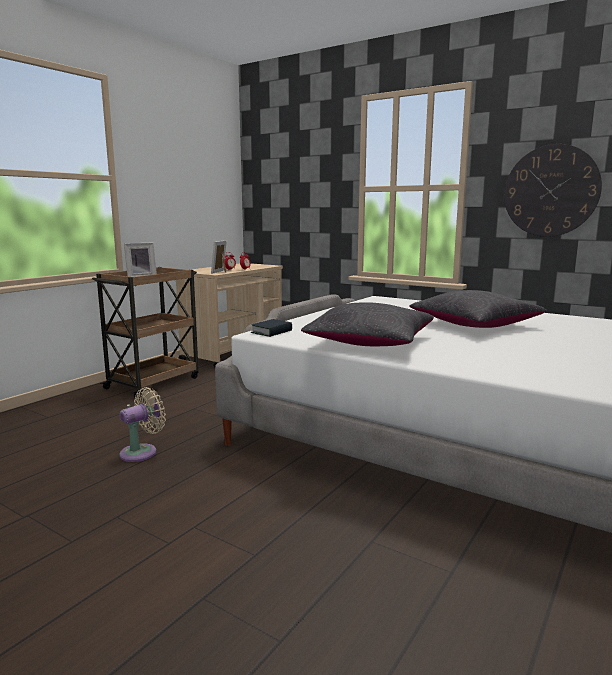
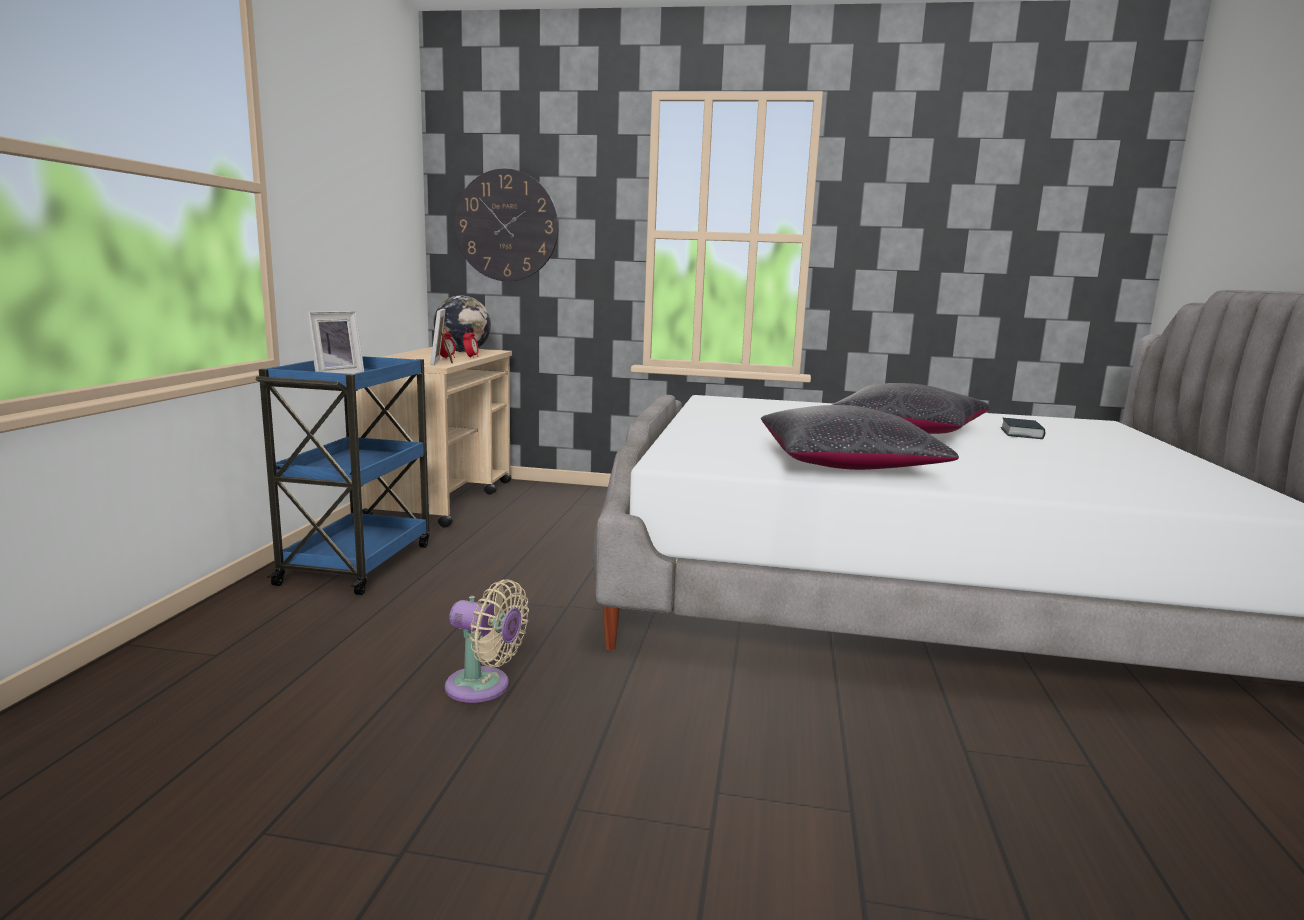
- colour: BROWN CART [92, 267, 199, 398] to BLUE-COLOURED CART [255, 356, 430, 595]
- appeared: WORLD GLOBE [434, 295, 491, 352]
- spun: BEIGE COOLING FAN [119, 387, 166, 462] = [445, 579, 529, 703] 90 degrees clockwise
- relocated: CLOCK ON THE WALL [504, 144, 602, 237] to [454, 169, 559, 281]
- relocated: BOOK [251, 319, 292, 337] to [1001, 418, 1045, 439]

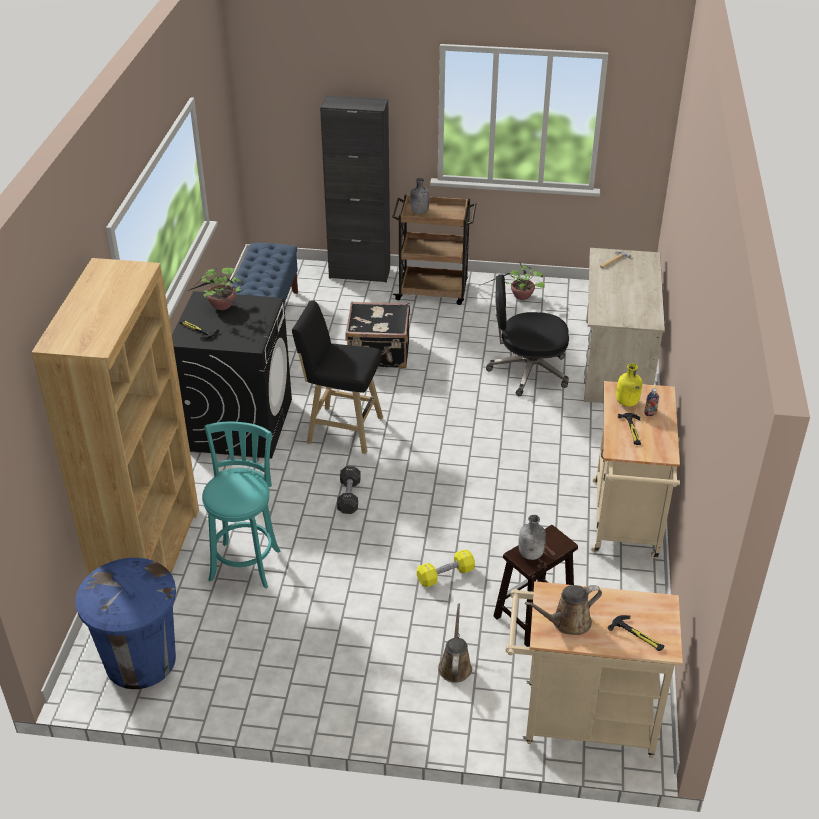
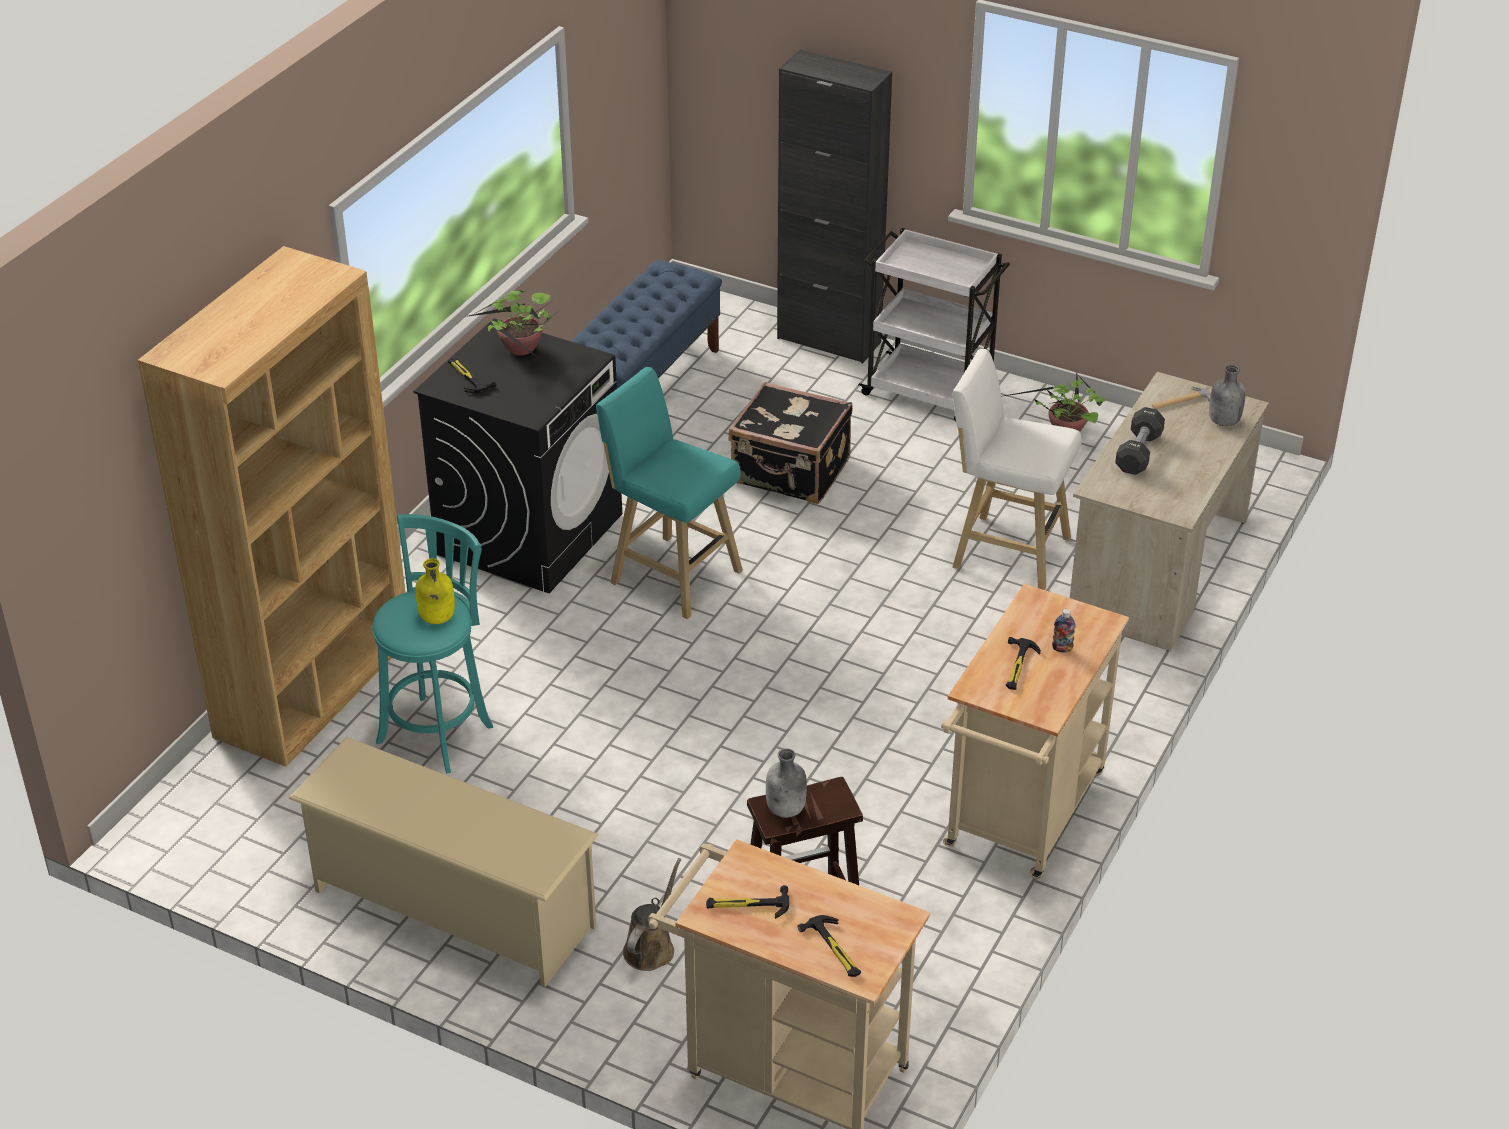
- appeared: BEIGE SHOE SHELF [289, 737, 599, 987]
- relocated: YELLOW-COLOURED BEVERAGE BOTTLE [616, 363, 642, 407] to [415, 558, 455, 624]
- colour: BLACK-COLOURED SITTING STOOL [292, 300, 383, 454] to TURQUOISE-COLOURED SITTING STOOL [596, 367, 743, 619]
- exchanged: BROWN WATERING CAN [525, 585, 602, 635] to TOOL HAMMER [706, 885, 789, 919]
- colour: BROWN CART [392, 195, 476, 305] to WHITE-COLOURED CART [858, 228, 1010, 421]
- exchanged: BLACK-COLOURED DESK CHAIR [486, 274, 569, 396] to WHITE-COLOURED SITTING STOOL [952, 349, 1082, 590]
- relocated: BLACK-COLOURED FREE WEIGHT [337, 466, 361, 514] to [1115, 407, 1165, 475]
- relocated: GREY BEVERAGE BOTTLE [410, 178, 429, 214] to [1209, 365, 1246, 426]
- missing: BLUE-COLOURED TRASH CAN [75, 558, 176, 689]
- missing: YELLOW-COLOURED FREE WEIGHT [417, 549, 475, 587]

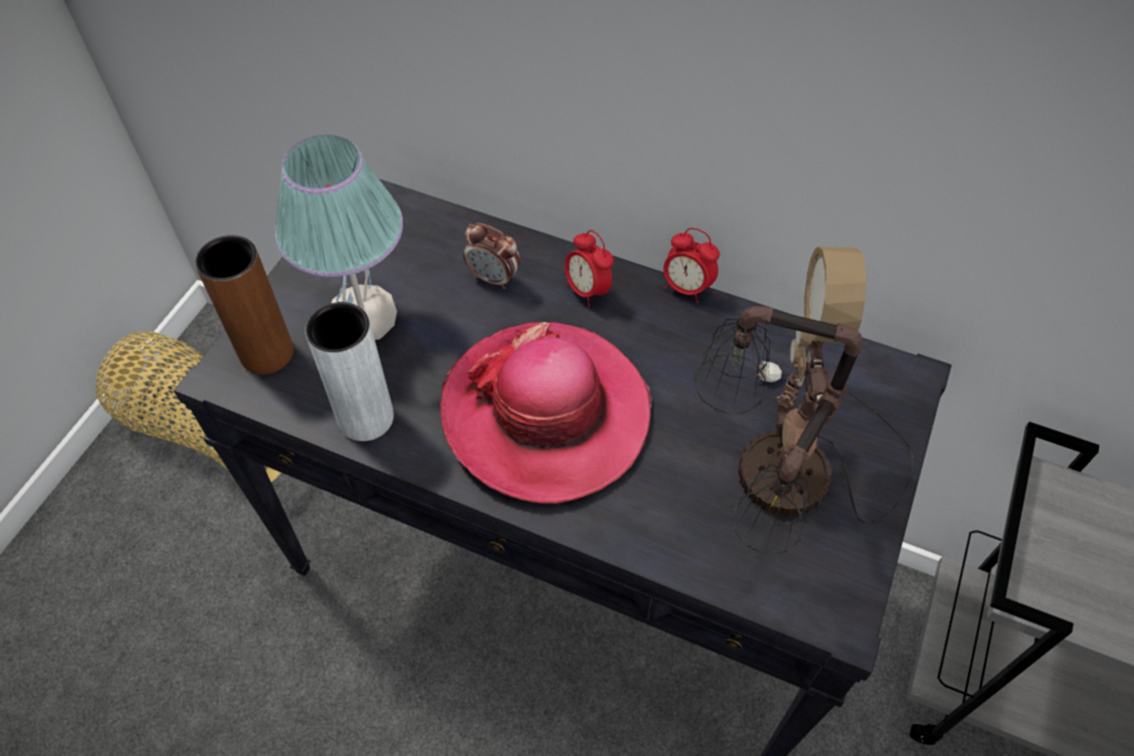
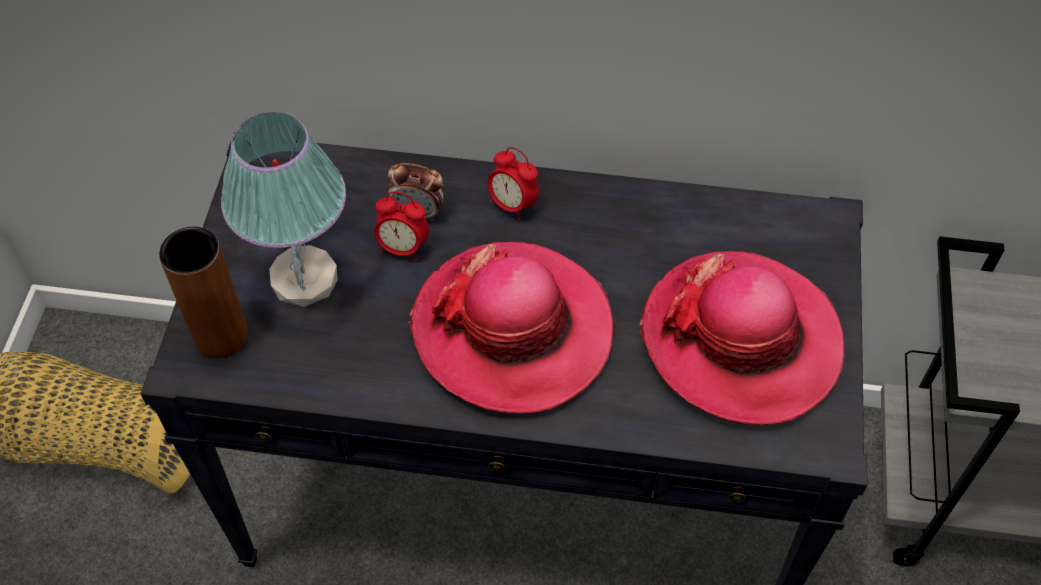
- relocated: ALARM CLOCK [664, 228, 720, 303] to [374, 192, 429, 261]
- exchanged: TABLE LAMP [694, 246, 913, 554] to WEARABLE HAT [639, 251, 844, 425]
- missing: GREY DECORATIVE VASE [305, 302, 394, 441]

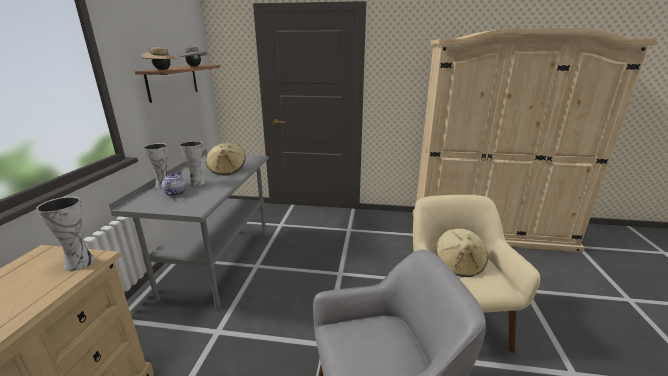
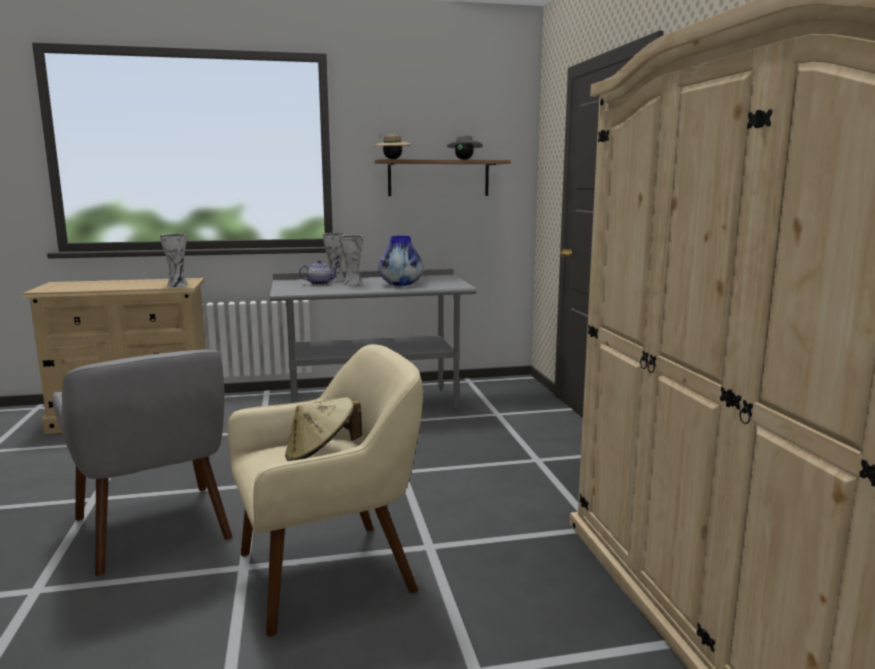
- exchanged: BEIGE WEARABLE HAT [205, 143, 246, 175] to DECORATIVE VASE [378, 236, 424, 286]

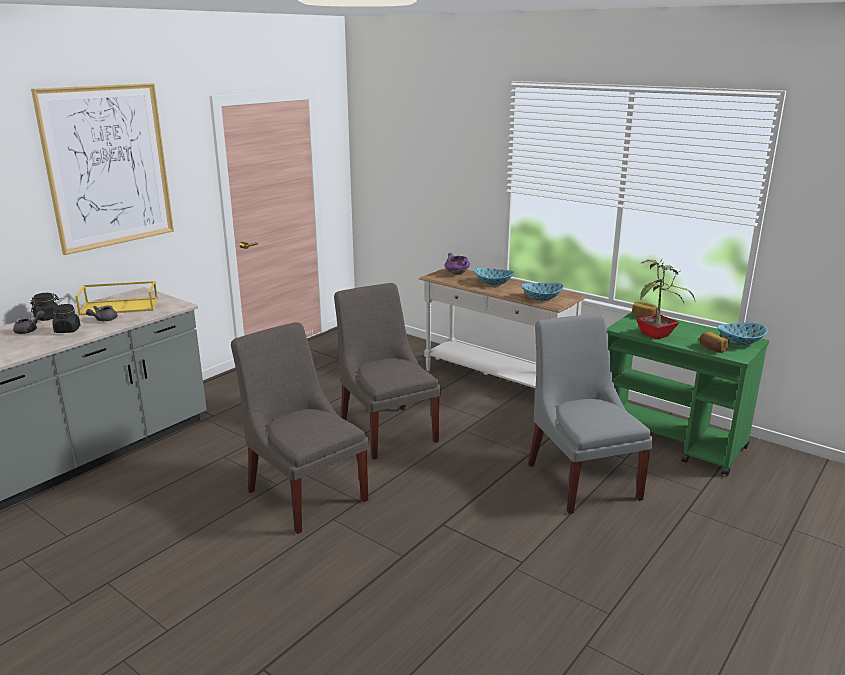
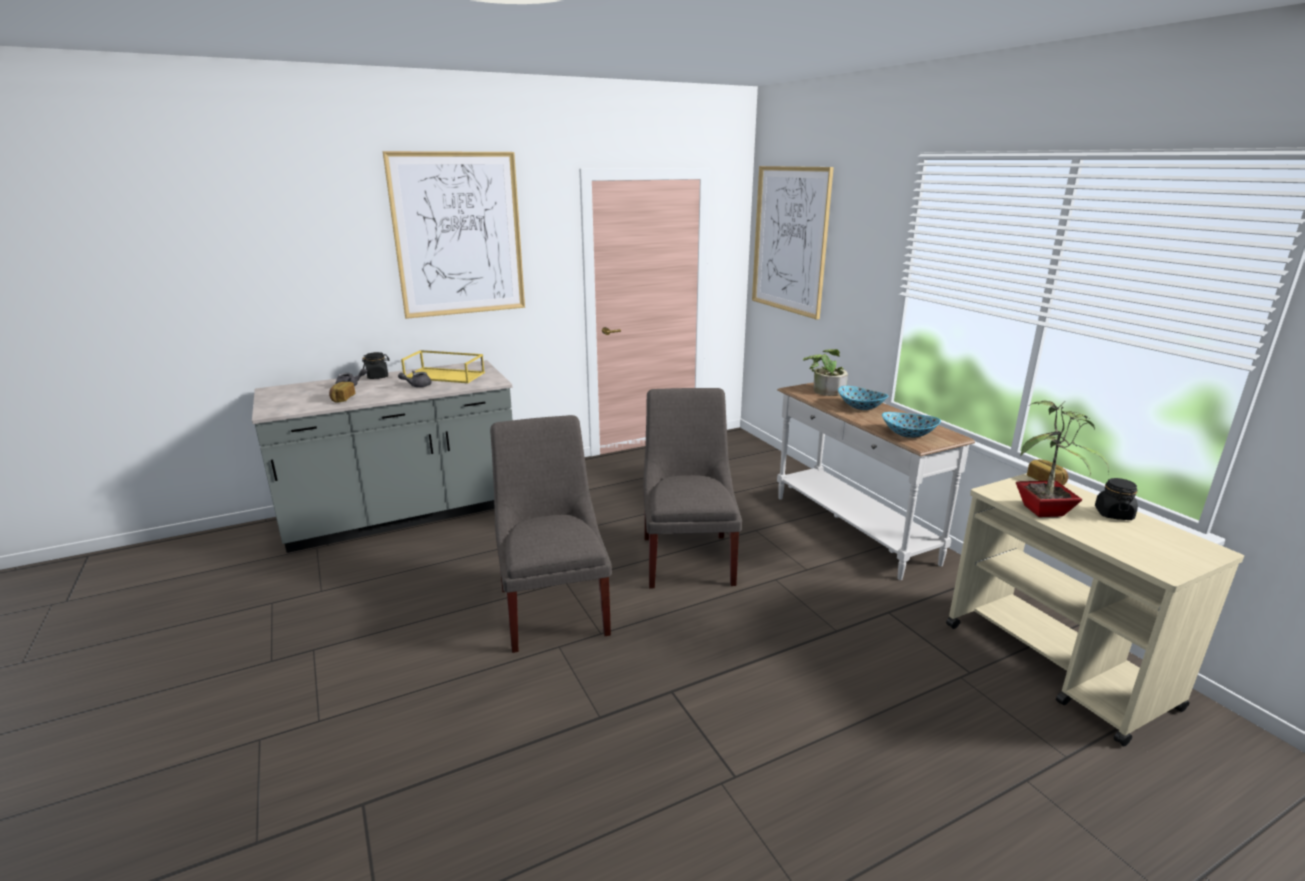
- relocated: BAKERY BREAD [699, 332, 729, 353] to [329, 382, 355, 403]
- appeared: WALL PICTURE [752, 166, 834, 320]
- exchanged: PURPLE COOKING POT [445, 253, 470, 275] to PLANT IN A POT [803, 349, 848, 396]
- colour: GREEN CART [607, 312, 769, 476] to BEIGE CART [946, 473, 1244, 747]
- relocated: BLACK-COLOURED PRESERVE JAR [52, 304, 80, 333] to [1095, 478, 1138, 520]
- missing: GREY PLAIN CHAIR [528, 314, 653, 514]
- missing: SERVING BOWL [717, 323, 767, 345]

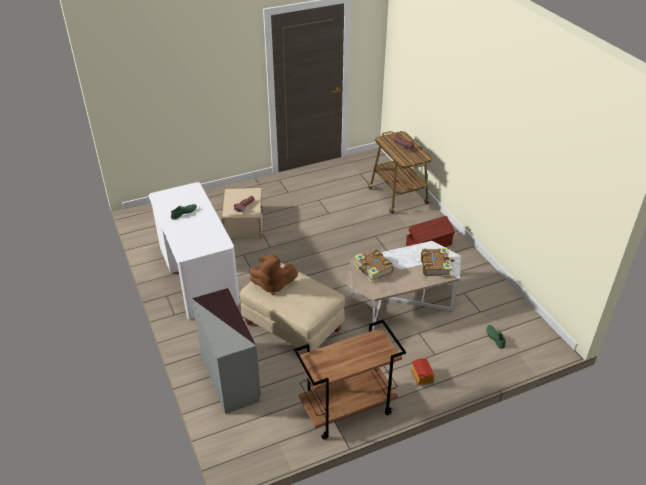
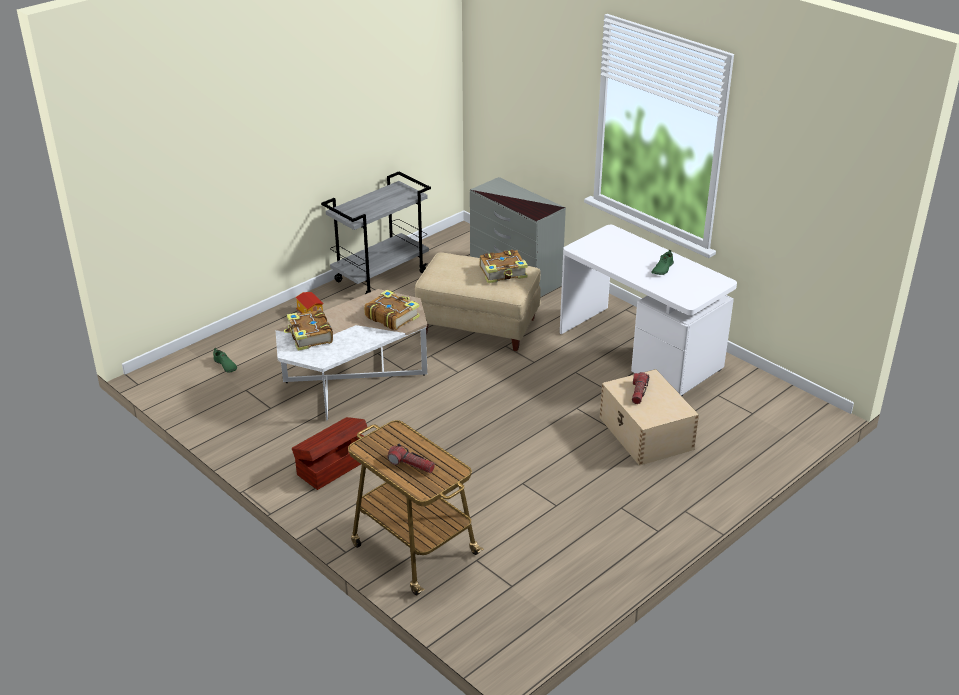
- colour: BROWN CART [294, 320, 406, 439] to GREY CART [321, 171, 431, 294]
- exchanged: BROWN SOFT TOY [249, 254, 298, 295] to BOOK [480, 250, 528, 283]

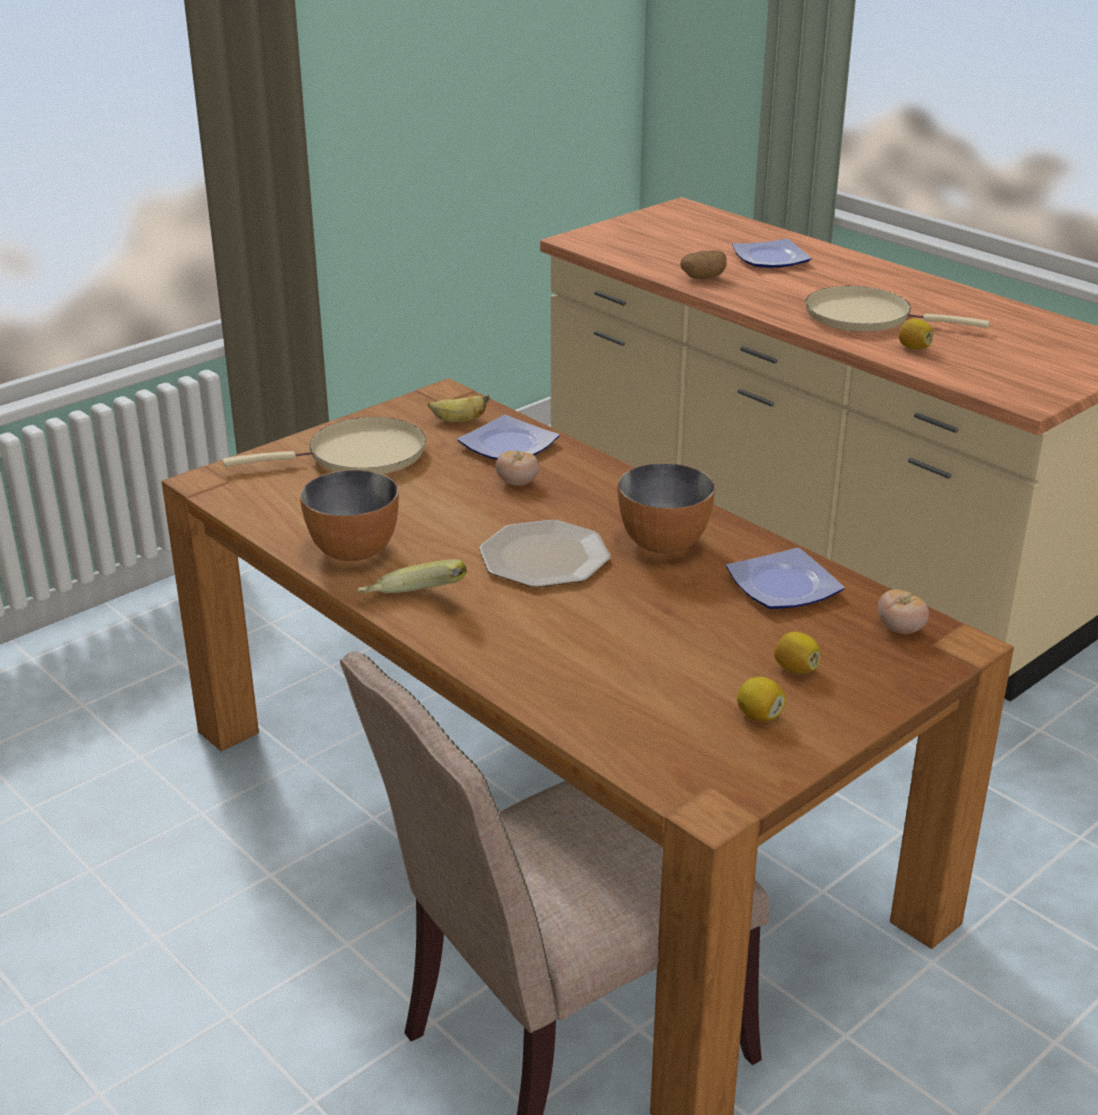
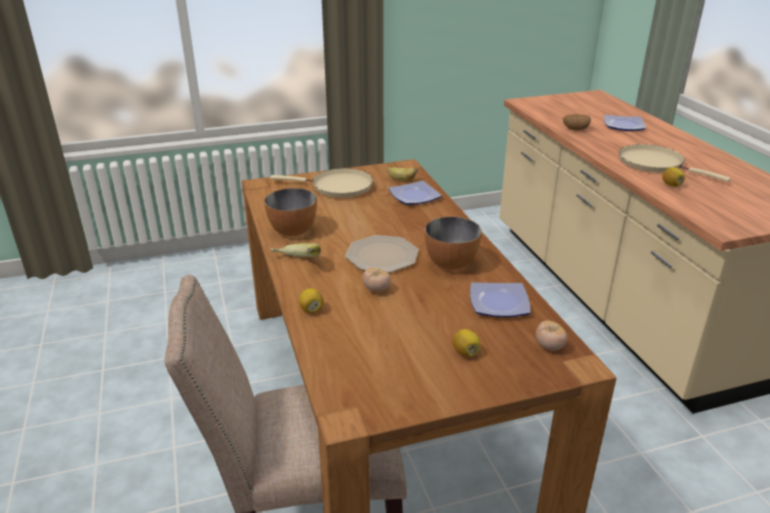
- relocated: CITRUS FRUIT [737, 677, 786, 722] to [299, 288, 324, 313]
- relocated: FRESH TOMATO [496, 450, 539, 486] to [362, 268, 391, 292]

